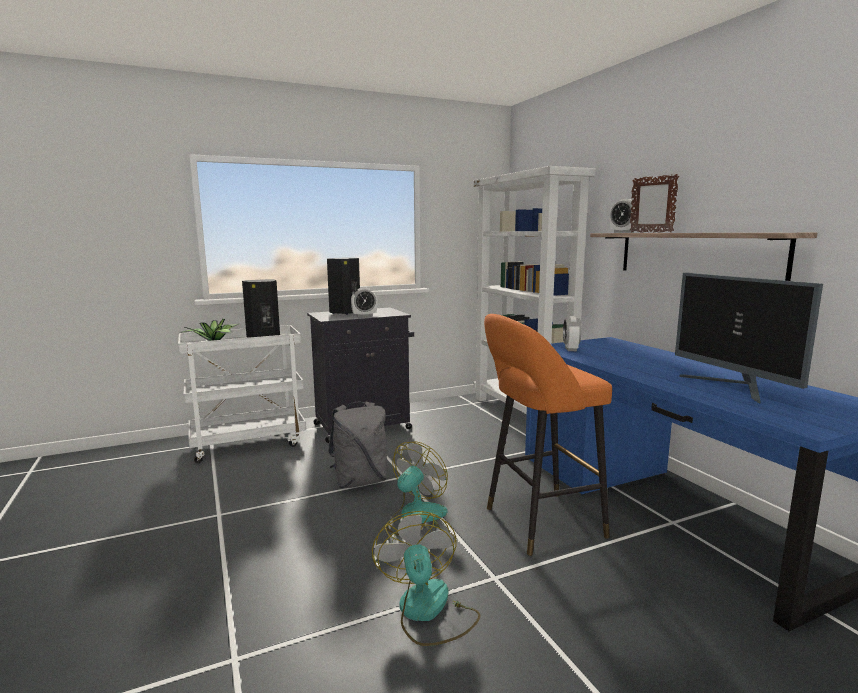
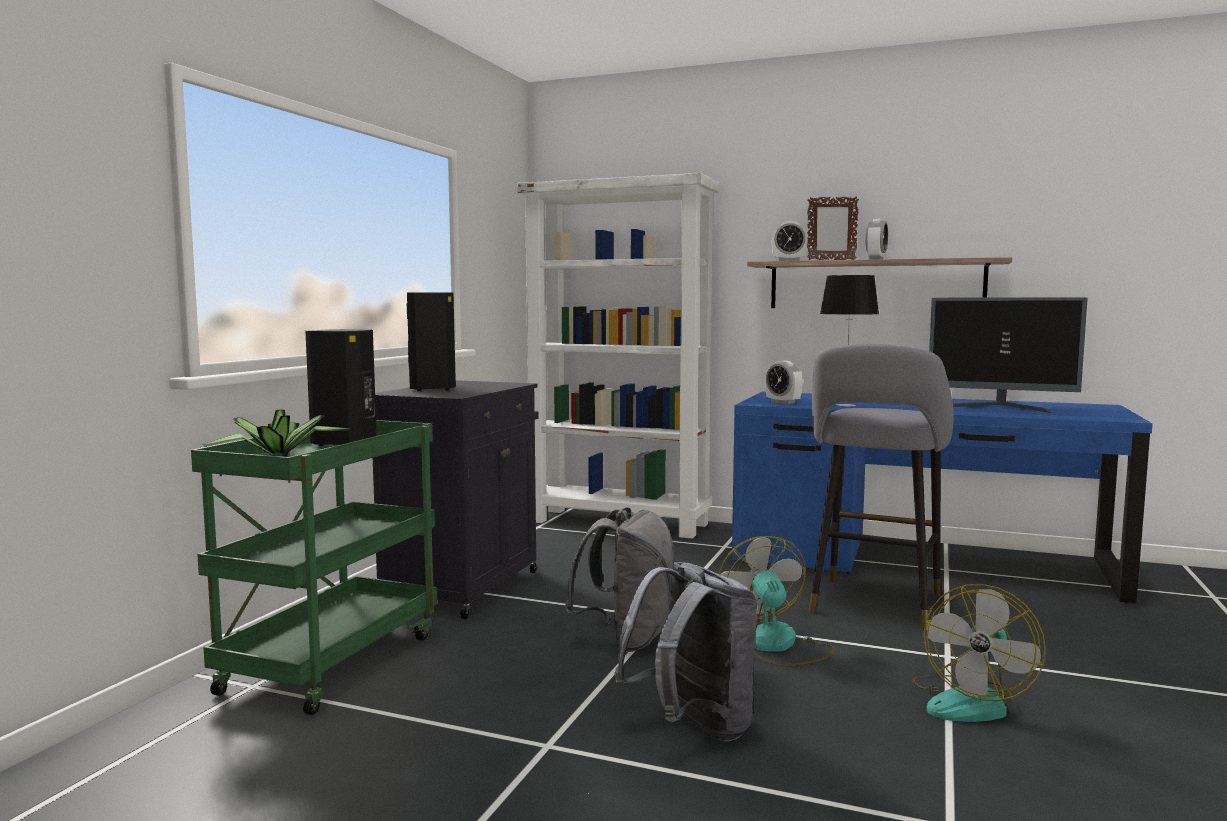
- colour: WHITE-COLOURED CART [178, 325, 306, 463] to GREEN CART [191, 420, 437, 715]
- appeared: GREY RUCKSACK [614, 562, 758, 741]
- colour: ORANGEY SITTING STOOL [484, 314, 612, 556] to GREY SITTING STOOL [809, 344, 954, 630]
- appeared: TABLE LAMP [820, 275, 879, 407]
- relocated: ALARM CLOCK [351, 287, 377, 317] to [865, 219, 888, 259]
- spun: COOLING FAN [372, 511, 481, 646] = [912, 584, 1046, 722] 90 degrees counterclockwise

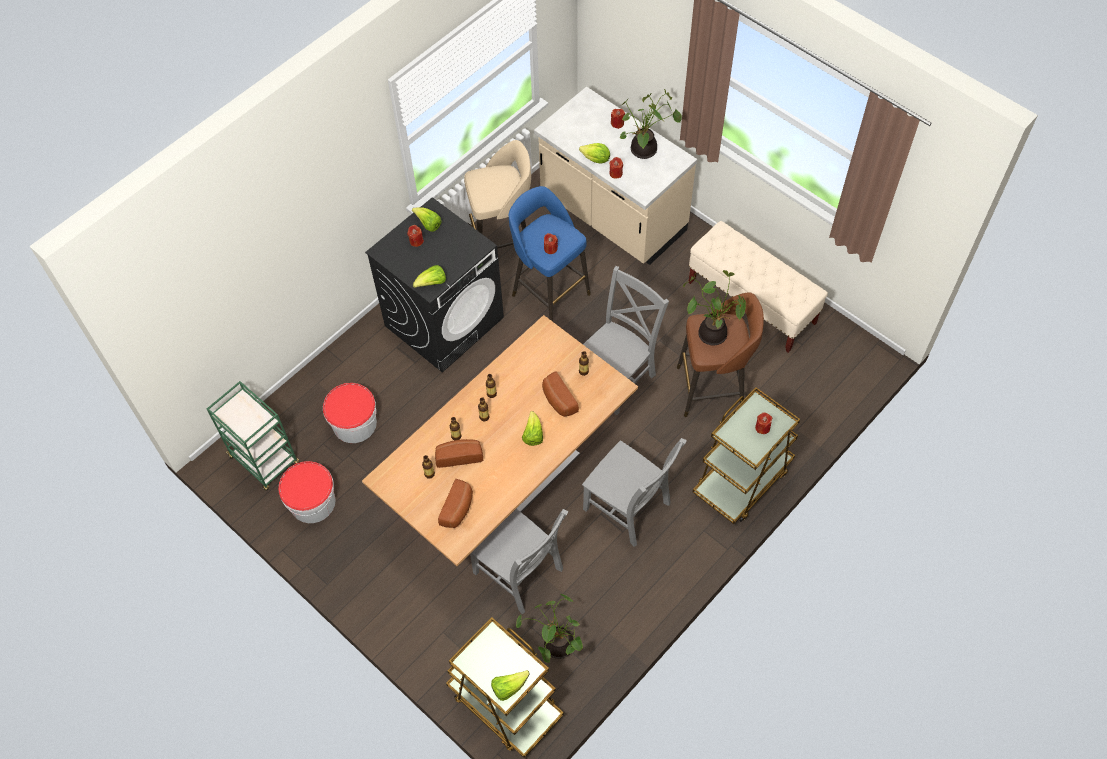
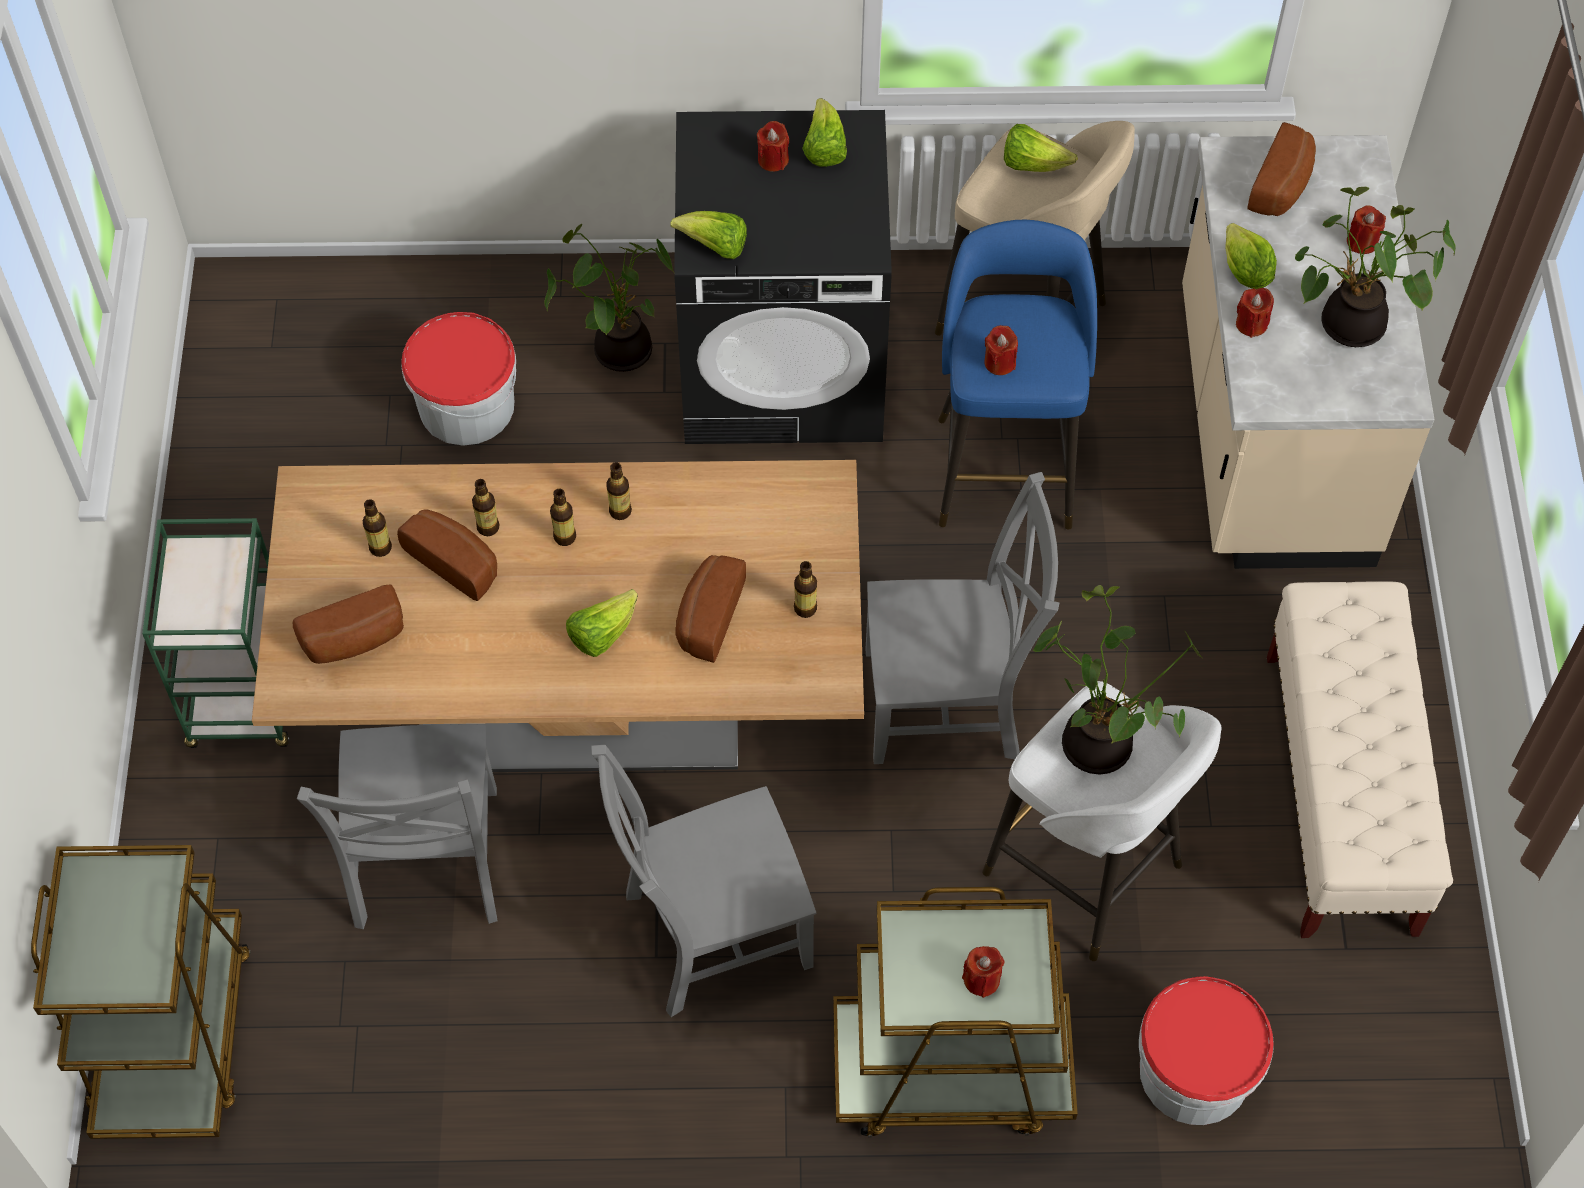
- relocated: GREEN CART [207, 381, 299, 491] to [142, 518, 289, 748]
- relocated: PLANT IN A POT [516, 594, 583, 663] to [544, 224, 674, 372]
- spun: GREY PLAIN CHAIR [582, 438, 687, 547] = [591, 745, 816, 1017] 75 degrees clockwise
- colour: BROWN SITTING STOOL [677, 292, 764, 417] to WHITE-COLOURED SITTING STOOL [982, 681, 1222, 961]
- relocated: LETTUCE HEAD [491, 670, 529, 701] to [1004, 124, 1078, 172]
- relocated: WATER BUCKET [278, 461, 336, 523] to [1139, 976, 1274, 1125]
- appeared: BAKERY BREAD [1248, 122, 1316, 216]

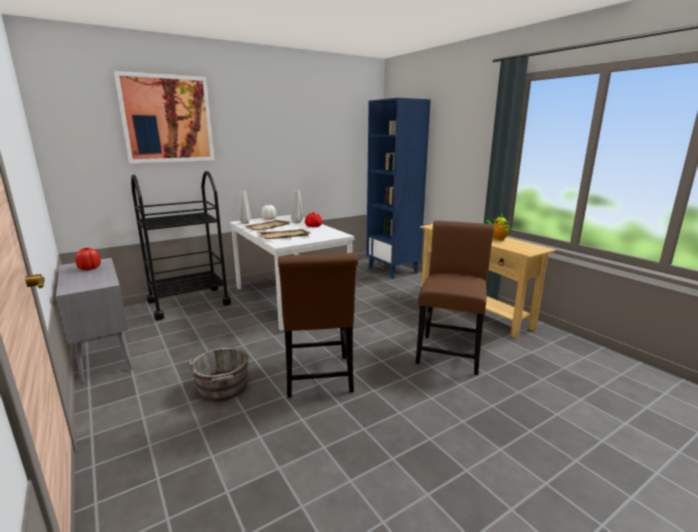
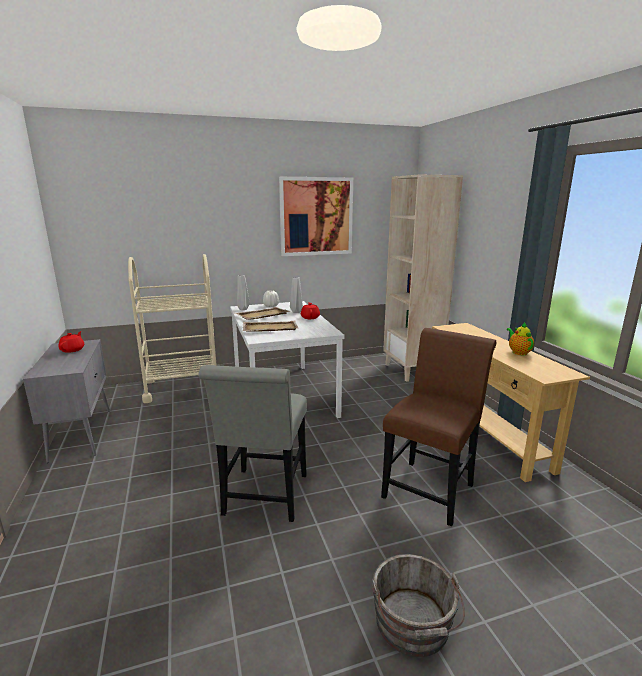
- exchanged: RED-COLOURED DECORATIVE VASE [75, 248, 101, 270] to RED-COLOURED TEA POT [58, 331, 84, 353]
- colour: BLACK-COLOURED CART [131, 171, 231, 321] to BEIGE CART [128, 254, 216, 403]
- colour: BROWN PLAIN CHAIR [278, 253, 358, 398] to GREY PLAIN CHAIR [198, 365, 307, 522]
- relocated: WALL PICTURE [114, 71, 214, 163] to [279, 177, 353, 256]
- relocated: GREY WATER BUCKET [189, 348, 249, 402] to [372, 554, 465, 657]
- colour: BLUE-COLOURED BOOKSHELF [366, 98, 431, 279] to BEIGE BOOKSHELF [383, 175, 463, 382]

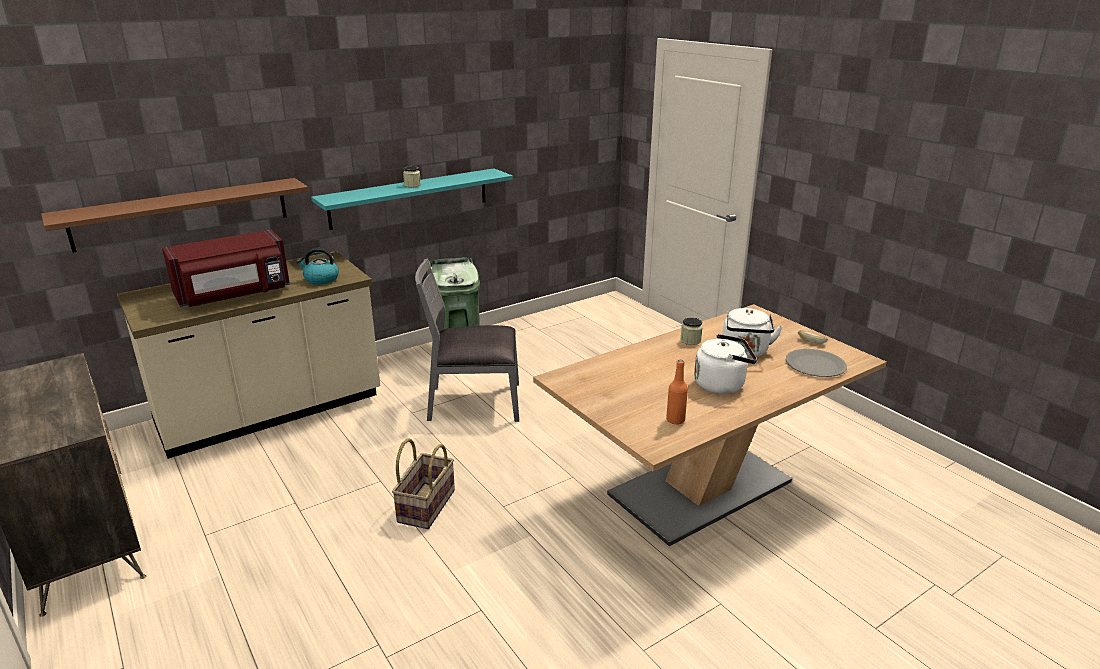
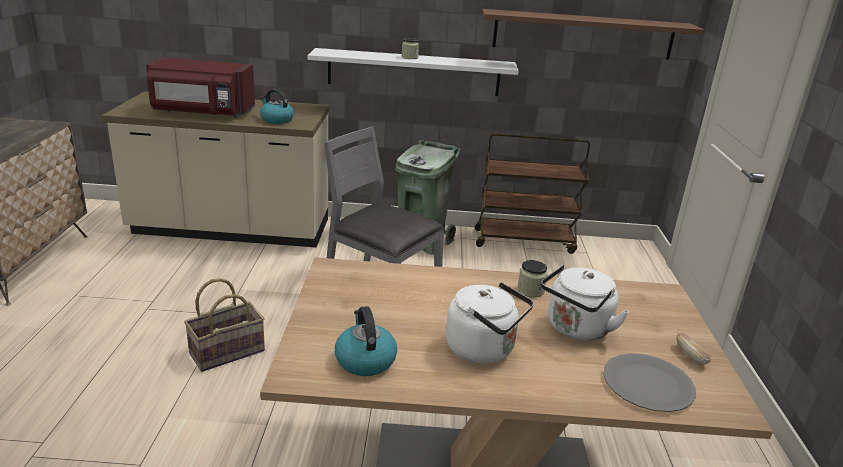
- colour: TURQUOISE-COLOURED WALL SHELF [311, 168, 513, 230] to WHITE-COLOURED WALL SHELF [308, 48, 519, 96]
- exchanged: ORANGEY BEVERAGE BOTTLE [666, 360, 688, 424] to TEA KETTLE [335, 306, 397, 376]
- appeared: BROWN CART [475, 133, 590, 254]
- relocated: BROWN WALL SHELF [41, 178, 309, 253] to [482, 9, 704, 60]

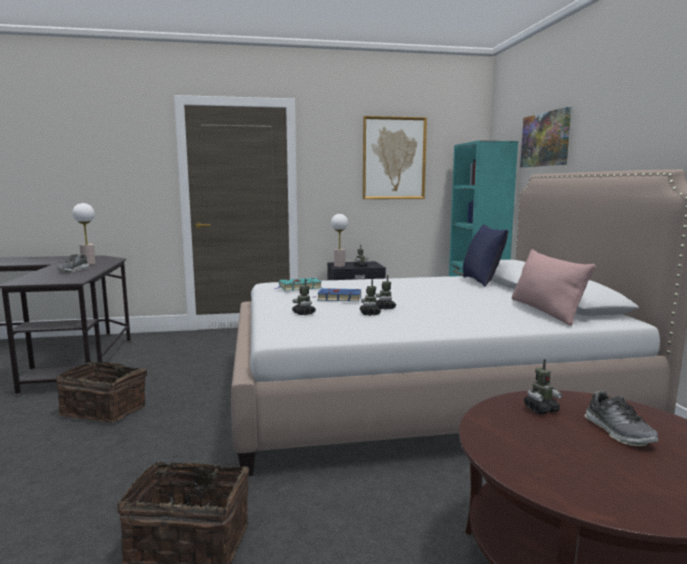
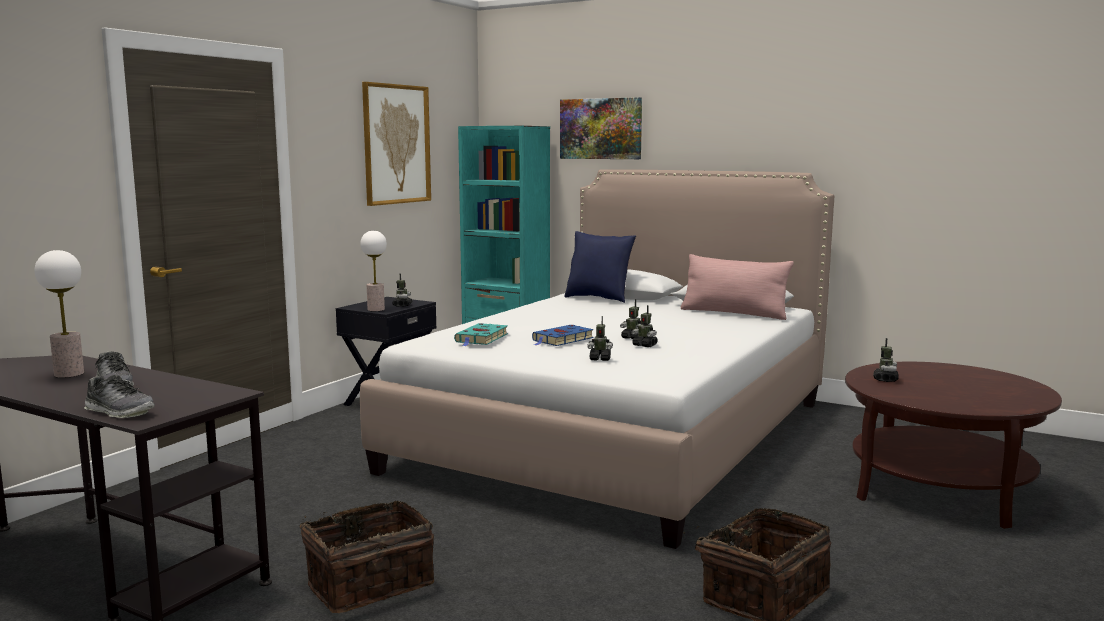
- relocated: ITEM OF FOOTWEAR [585, 391, 659, 446] to [84, 375, 155, 418]

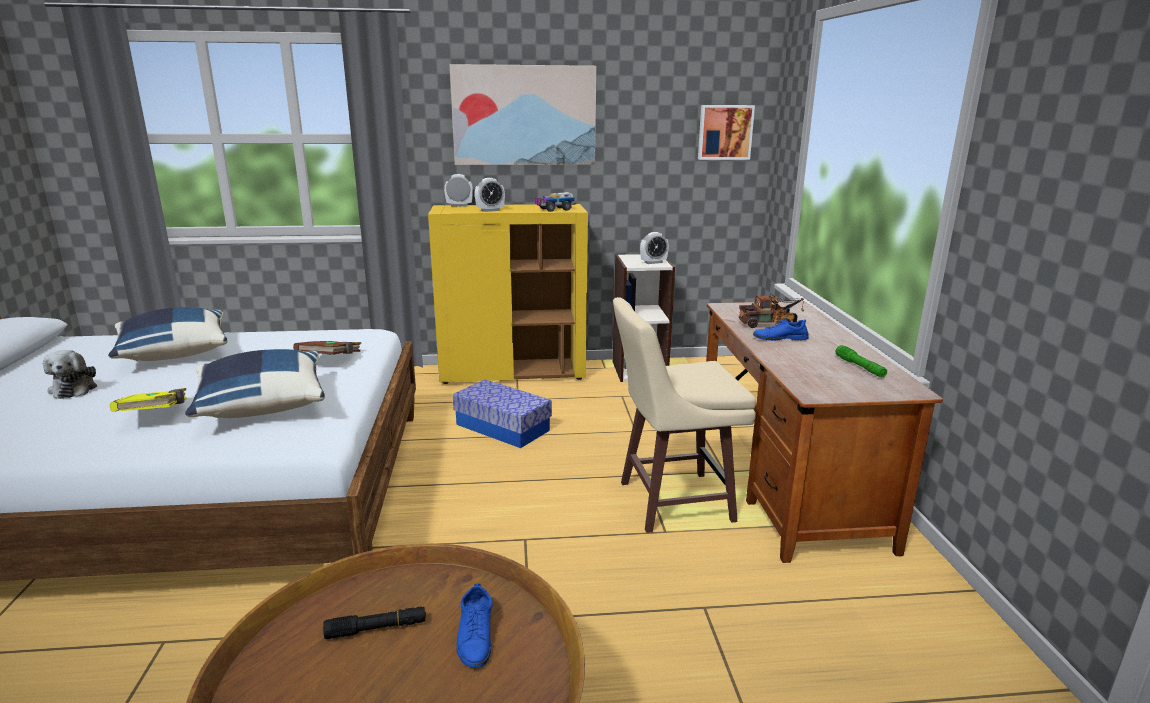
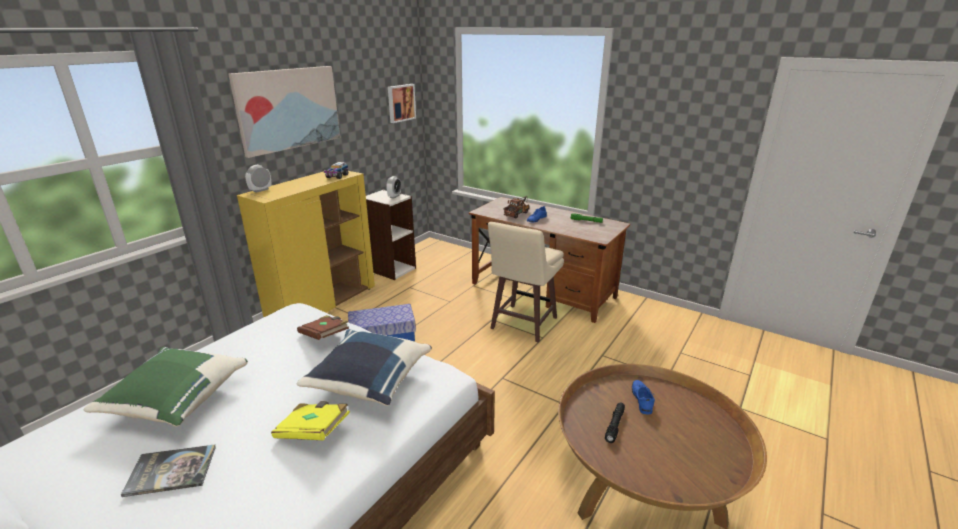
- colour: BLUE-COLOURED PILLOW [108, 307, 228, 361] to GREEN PILLOW [84, 347, 248, 427]
- exchanged: SOFT TOY [43, 350, 97, 399] to BOOK [121, 444, 216, 497]
- spun: BLUE-COLOURED ITEM OF FOOTWEAR [456, 583, 493, 668] = [632, 380, 655, 414] 120 degrees counterclockwise
- missing: ALARM CLOCK [475, 178, 505, 212]

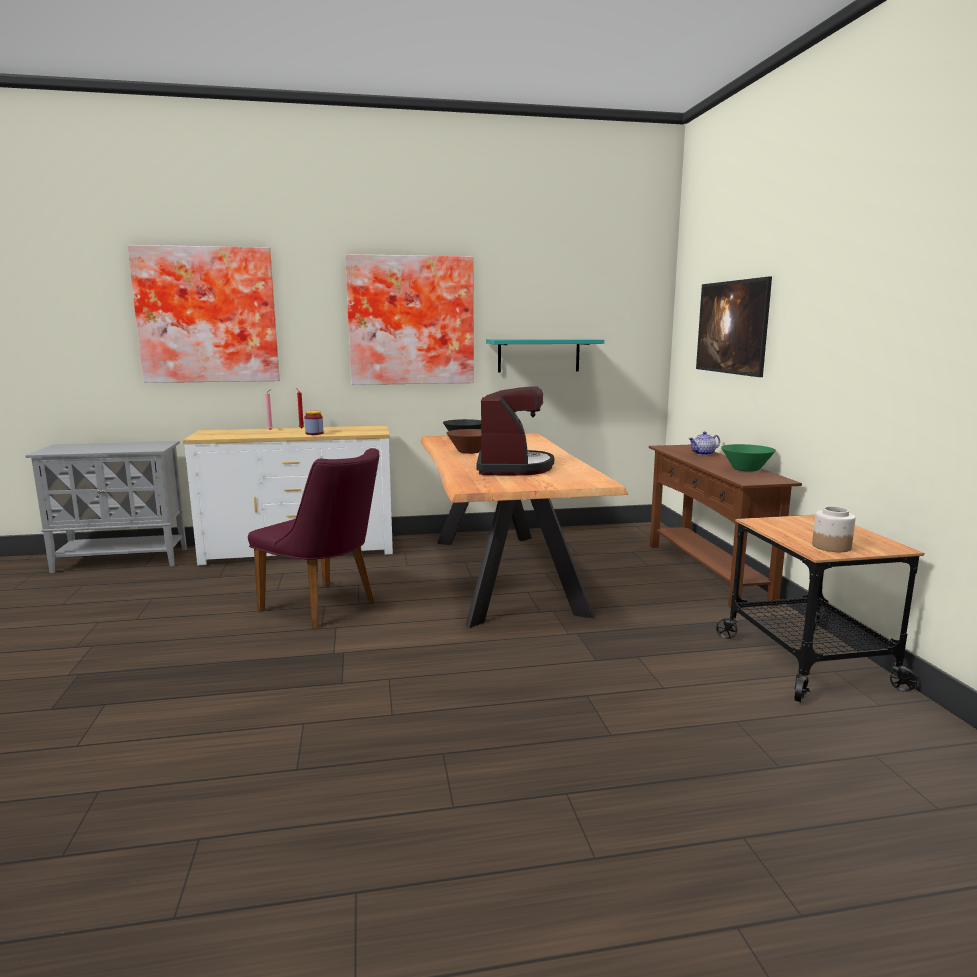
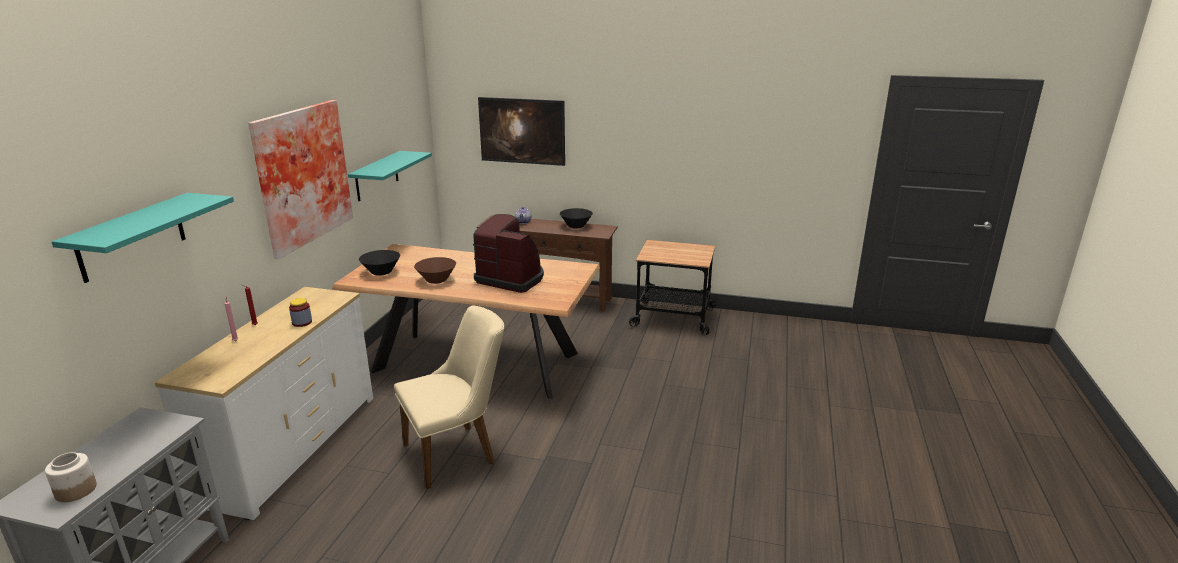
- relocated: PRESERVE JAR [812, 506, 856, 552] to [45, 452, 97, 502]
- exchanged: WALL PICTURE [127, 245, 279, 383] to TURQUOISE-COLOURED WALL SHELF [51, 193, 234, 283]
- colour: PURPLE PLAIN CHAIR [248, 448, 380, 629] to BEIGE PLAIN CHAIR [394, 305, 504, 489]
- colour: GREEN SERVING BOWL [721, 444, 776, 472] to BLACK-COLOURED SERVING BOWL [560, 208, 593, 229]

